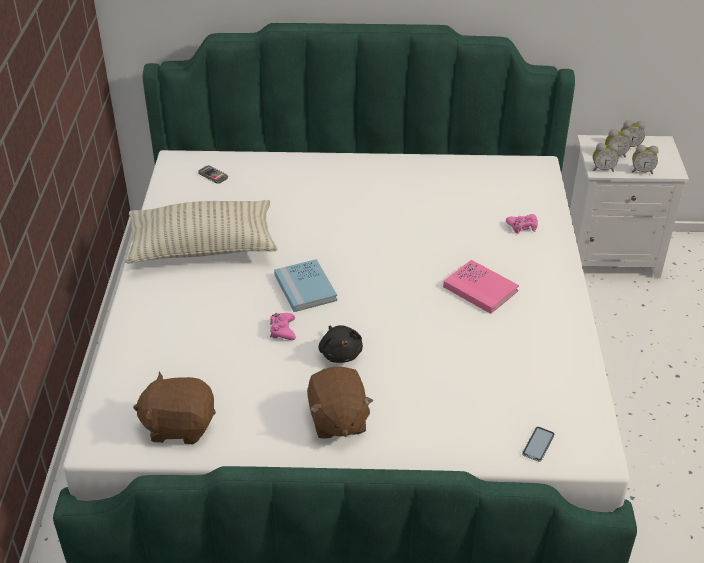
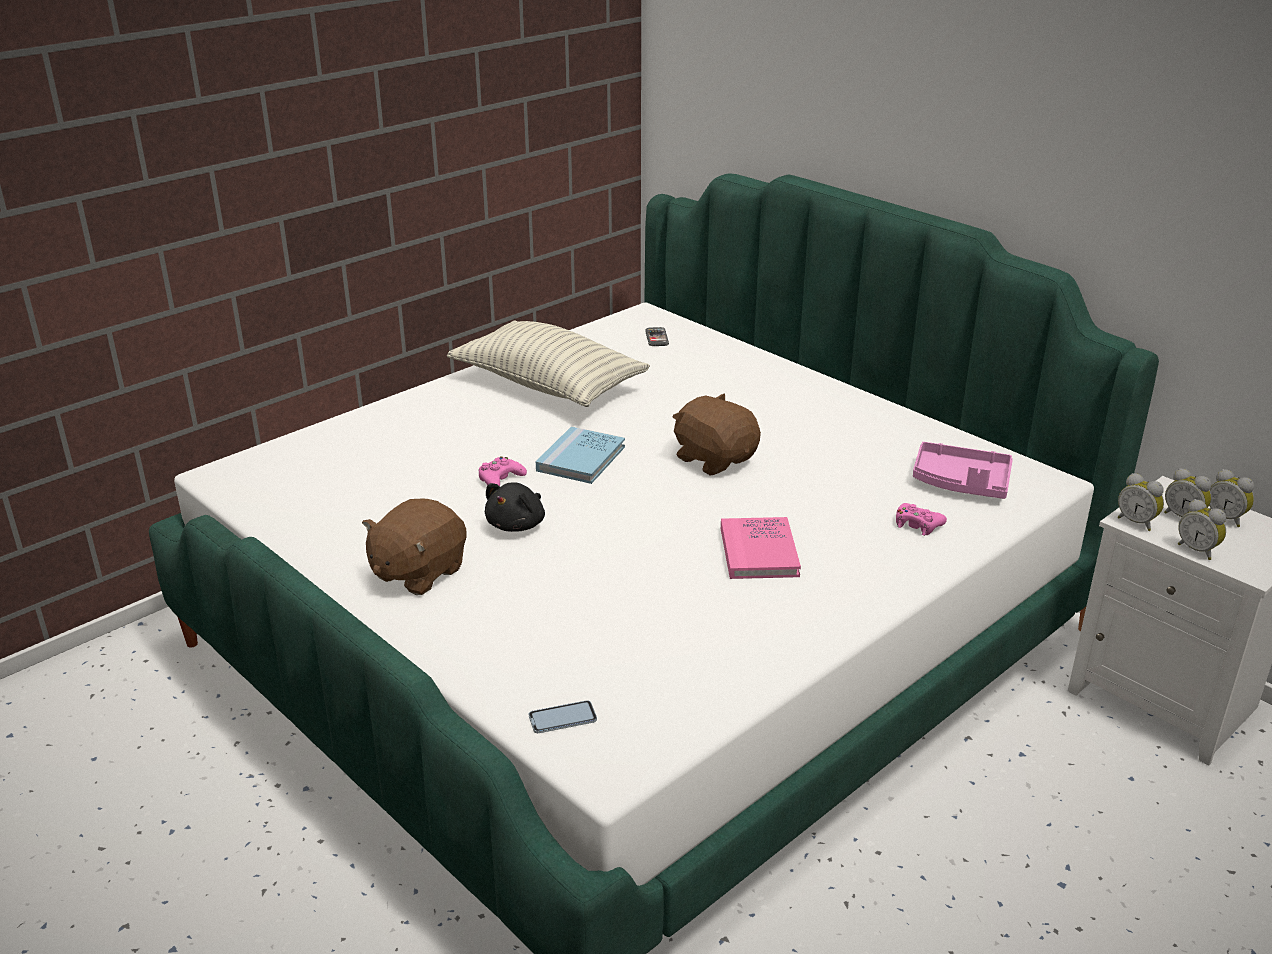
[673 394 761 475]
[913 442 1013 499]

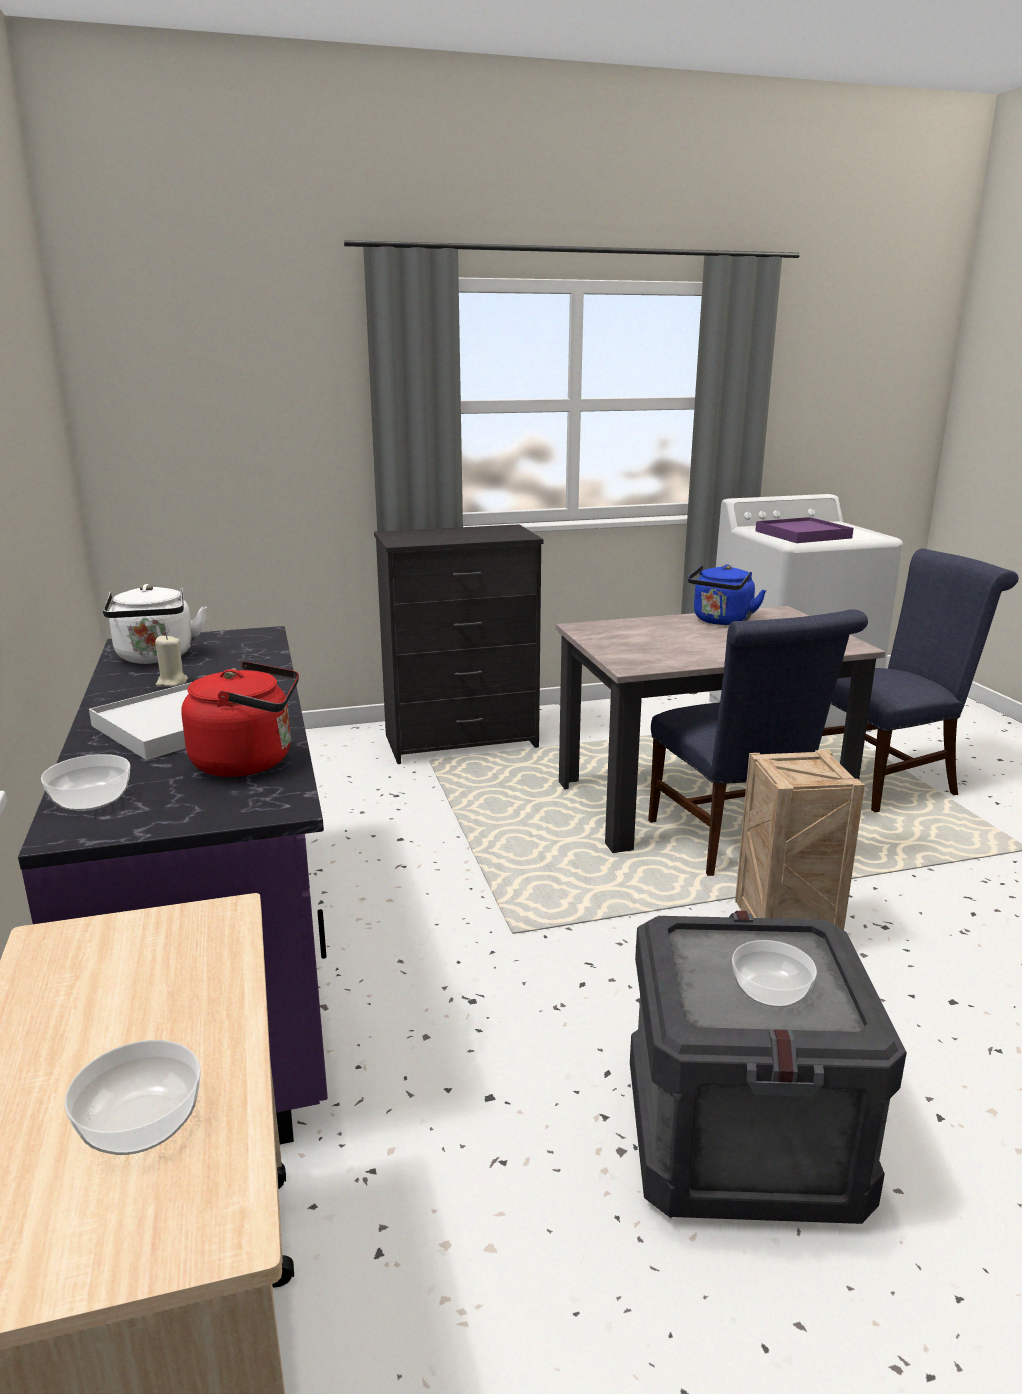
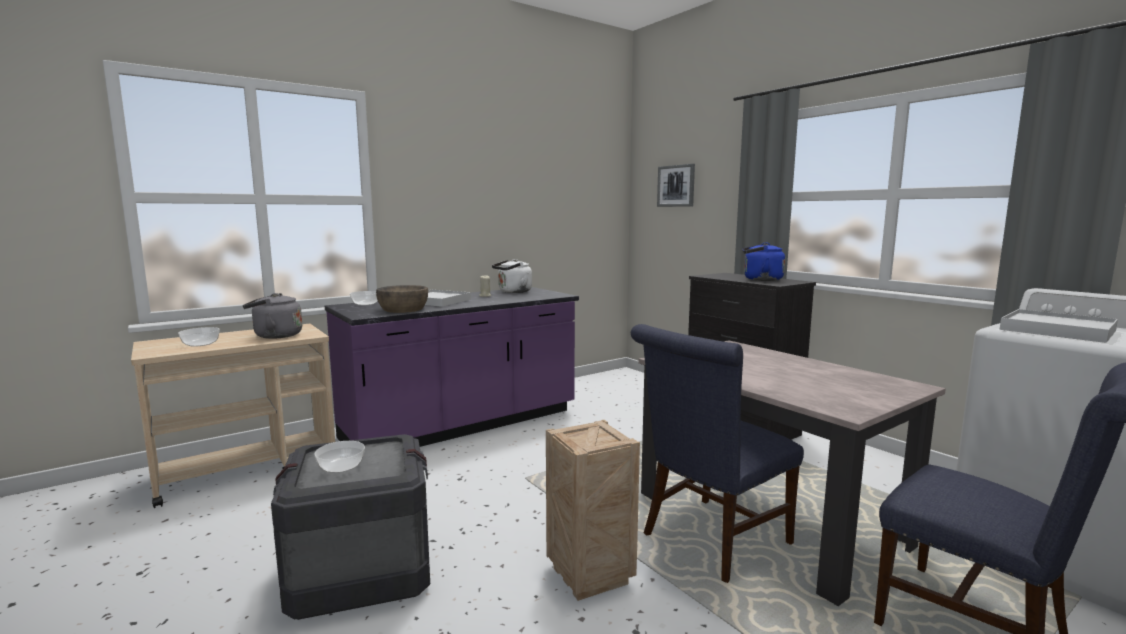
[999 309 1118 343]
[742 242 785 281]
[376 285 428 313]
[657 164 695 207]
[243 293 302 339]

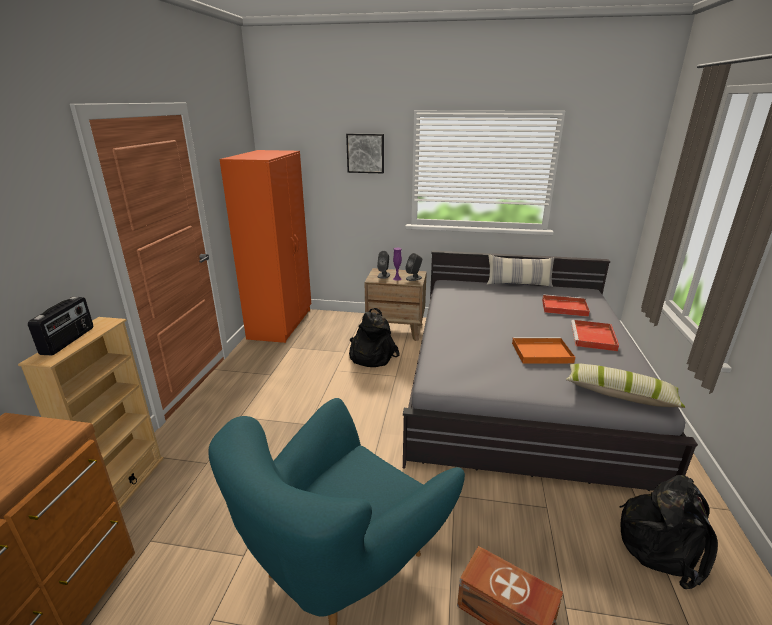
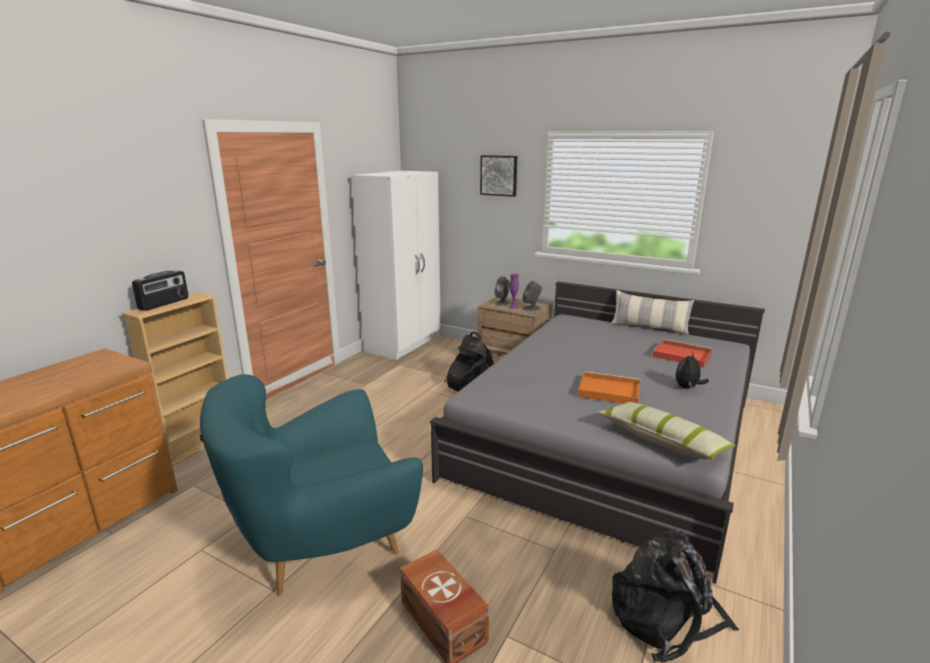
[351 171 441 360]
[675 353 709 389]

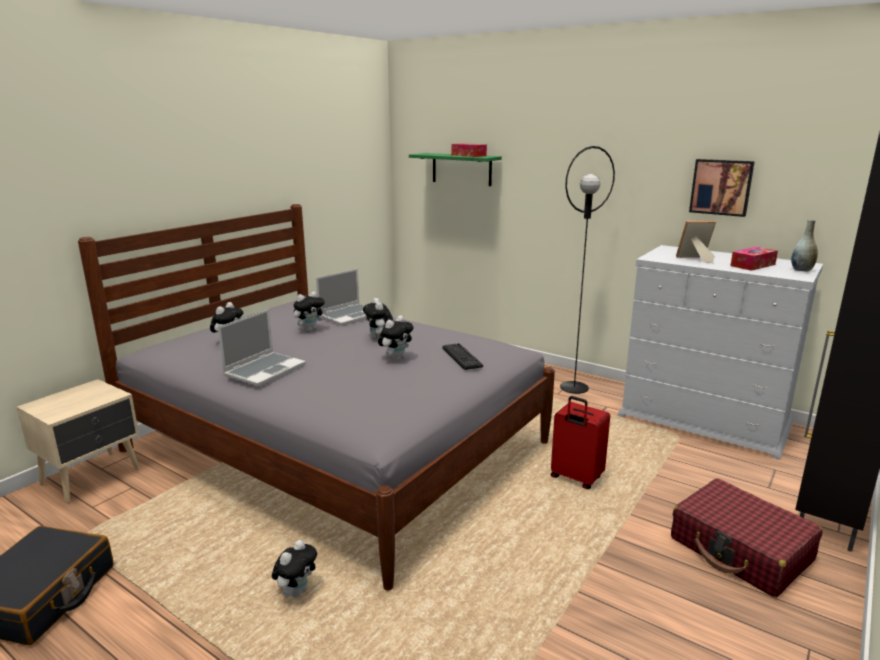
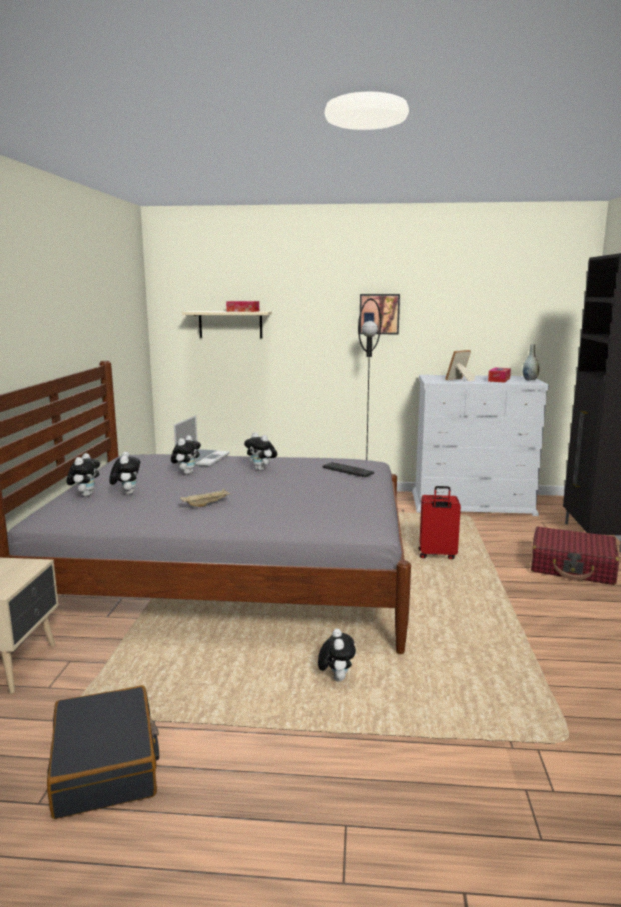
[182 311 272 338]
[360 294 400 334]
[180 489 231 507]
[67 453 100 497]

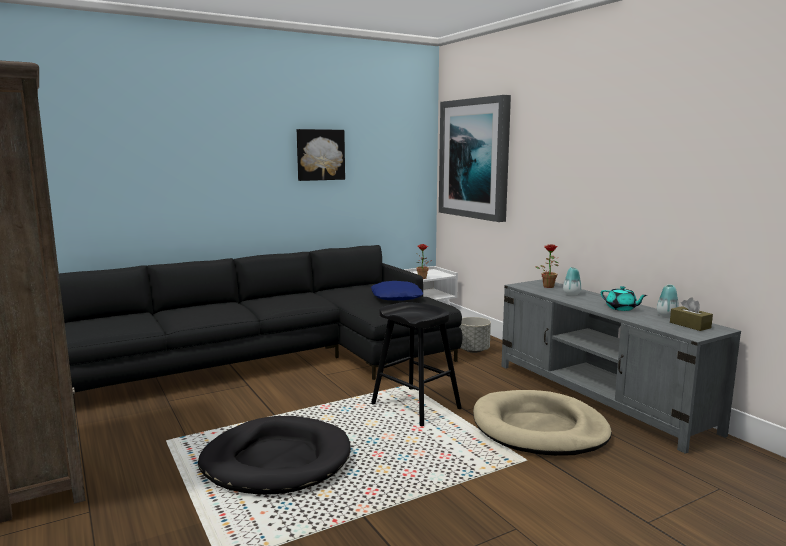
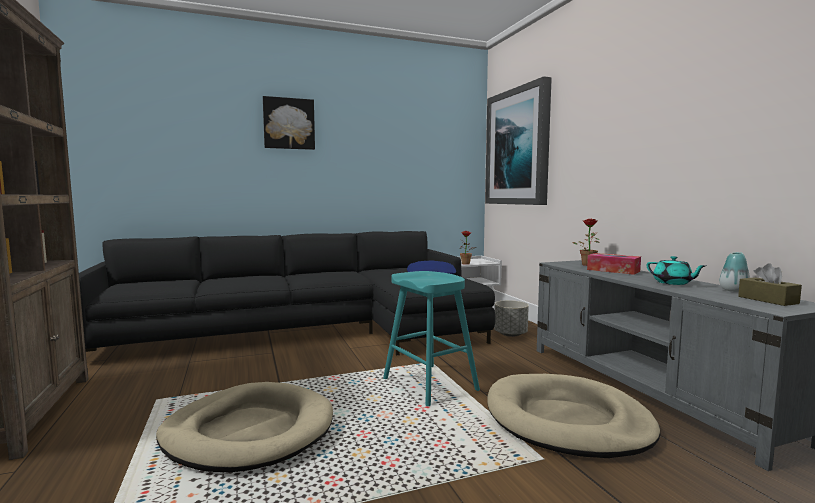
[263 96 315 150]
[587 253 641 275]
[383 271 480 406]
[156 382 333 472]

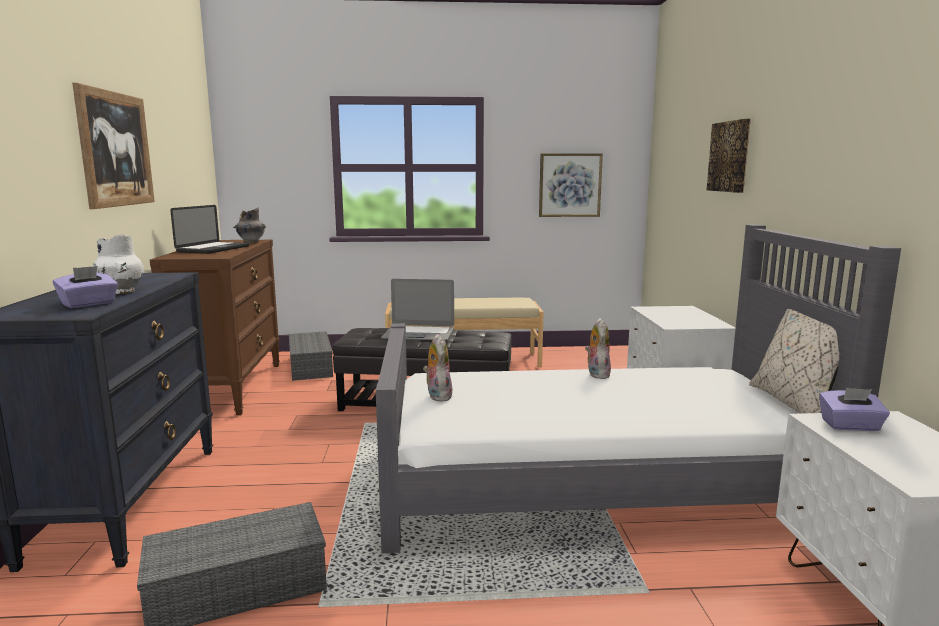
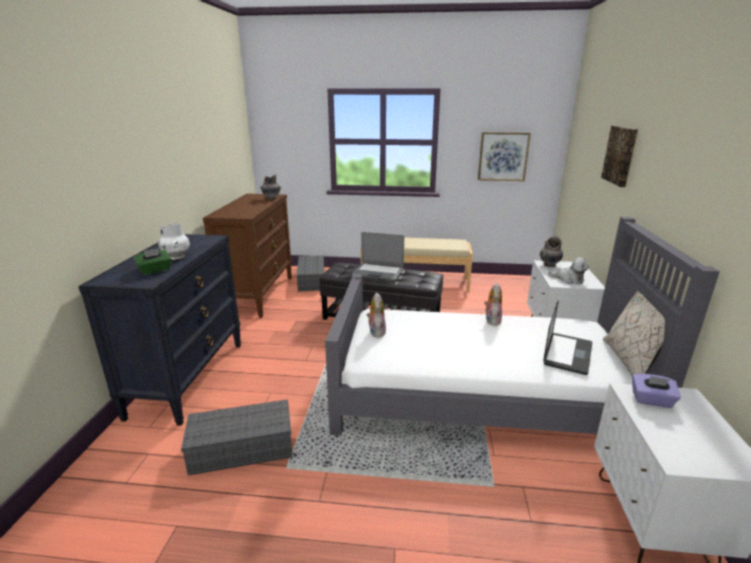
[72 83 155 209] (first image)
[543 300 592 375]
[133 248 171 275]
[540 236 563 267]
[548 257 589 285]

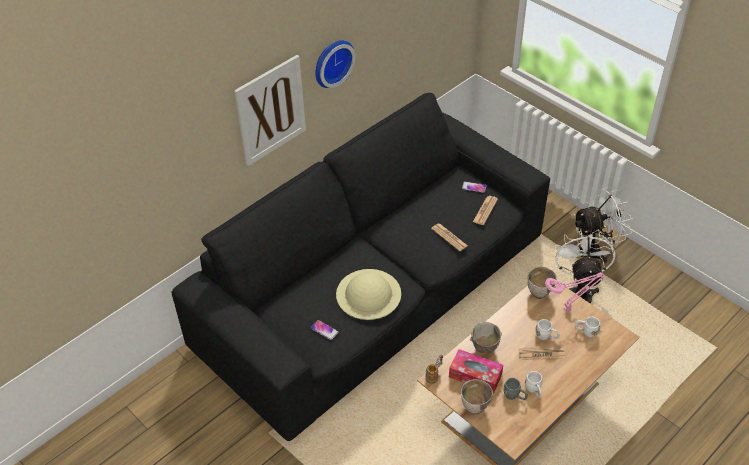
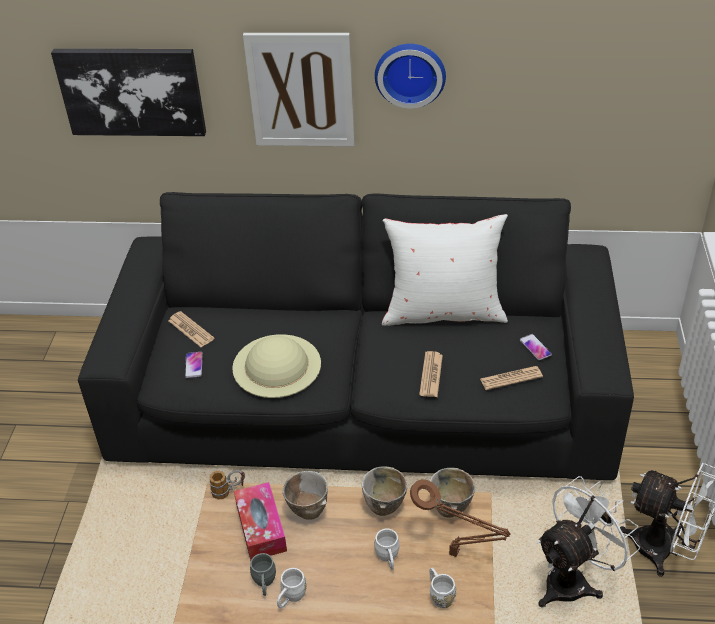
[410 479 511 557]
[168 311 214 347]
[362 466 407 516]
[51 49 206 136]
[382 214 508 326]

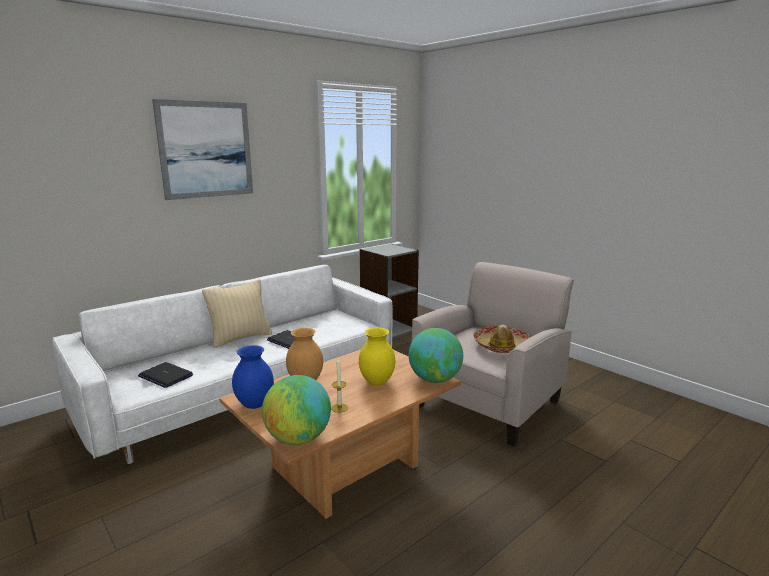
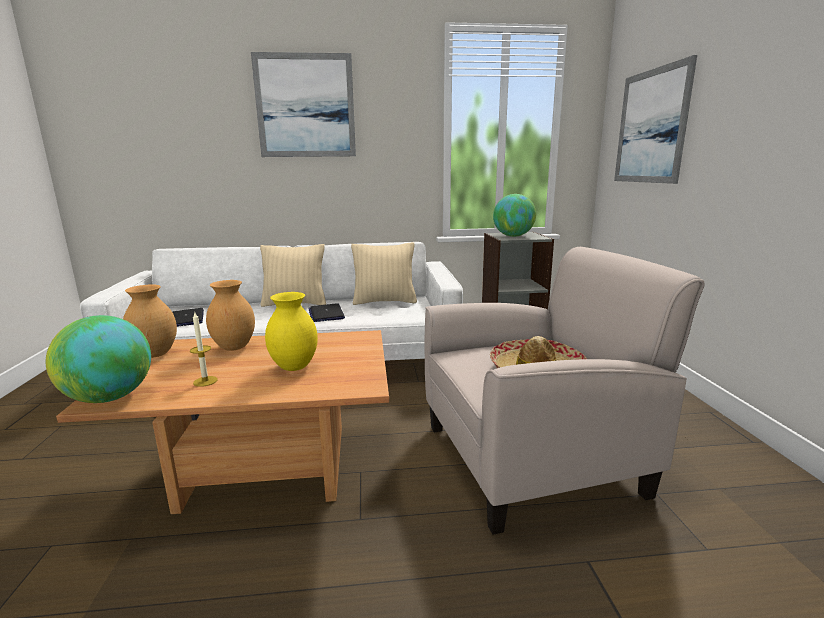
[493 194 536 237]
[123 285 177 358]
[614 55 697 184]
[351 242 417 305]

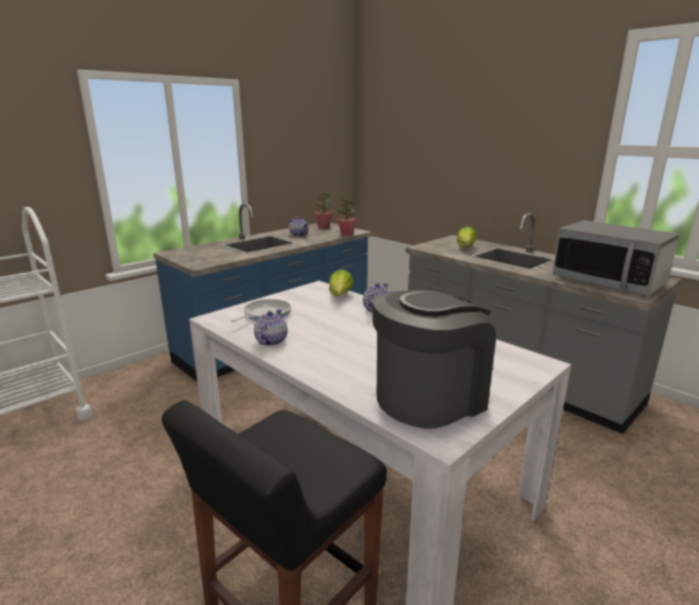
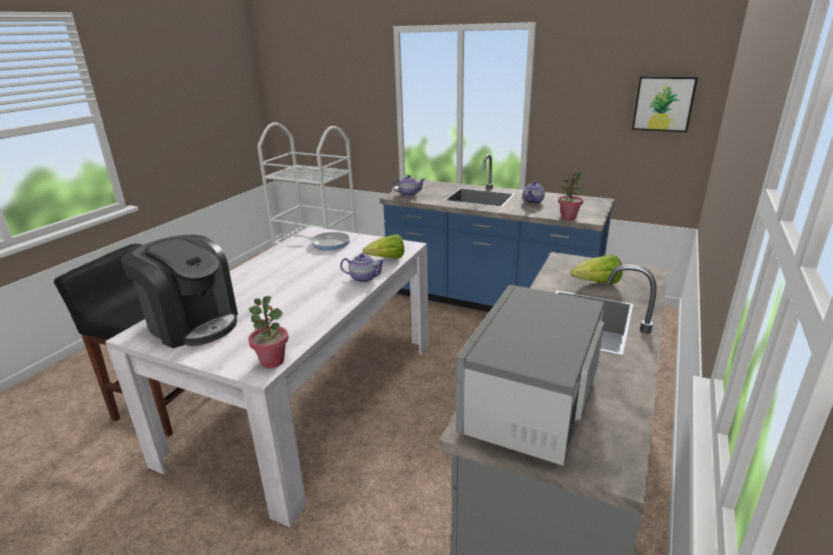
[248 296 289 368]
[392 175 425 196]
[632 76 698 132]

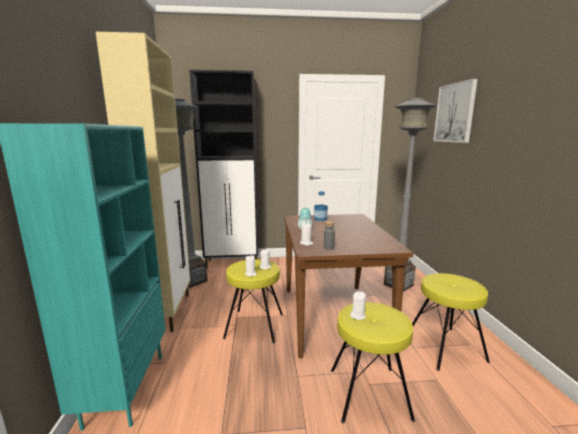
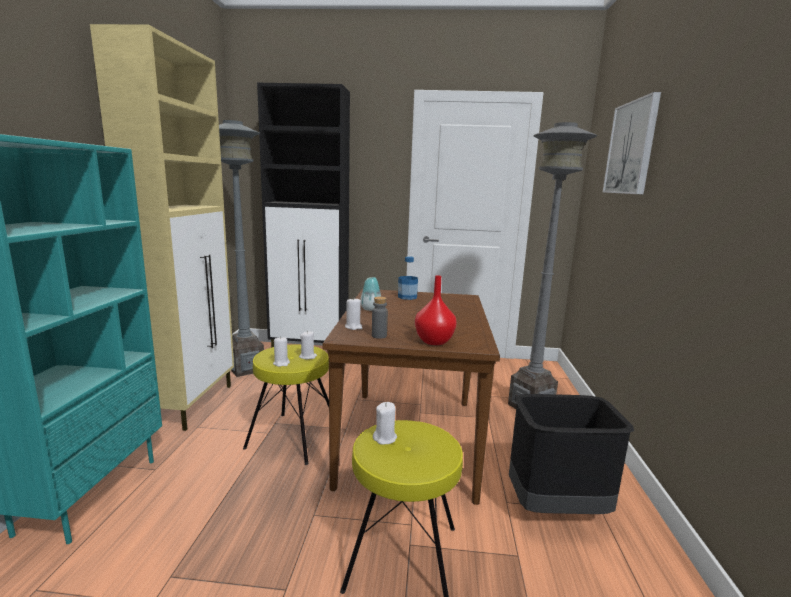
[509 394 634 514]
[415 275 457 345]

